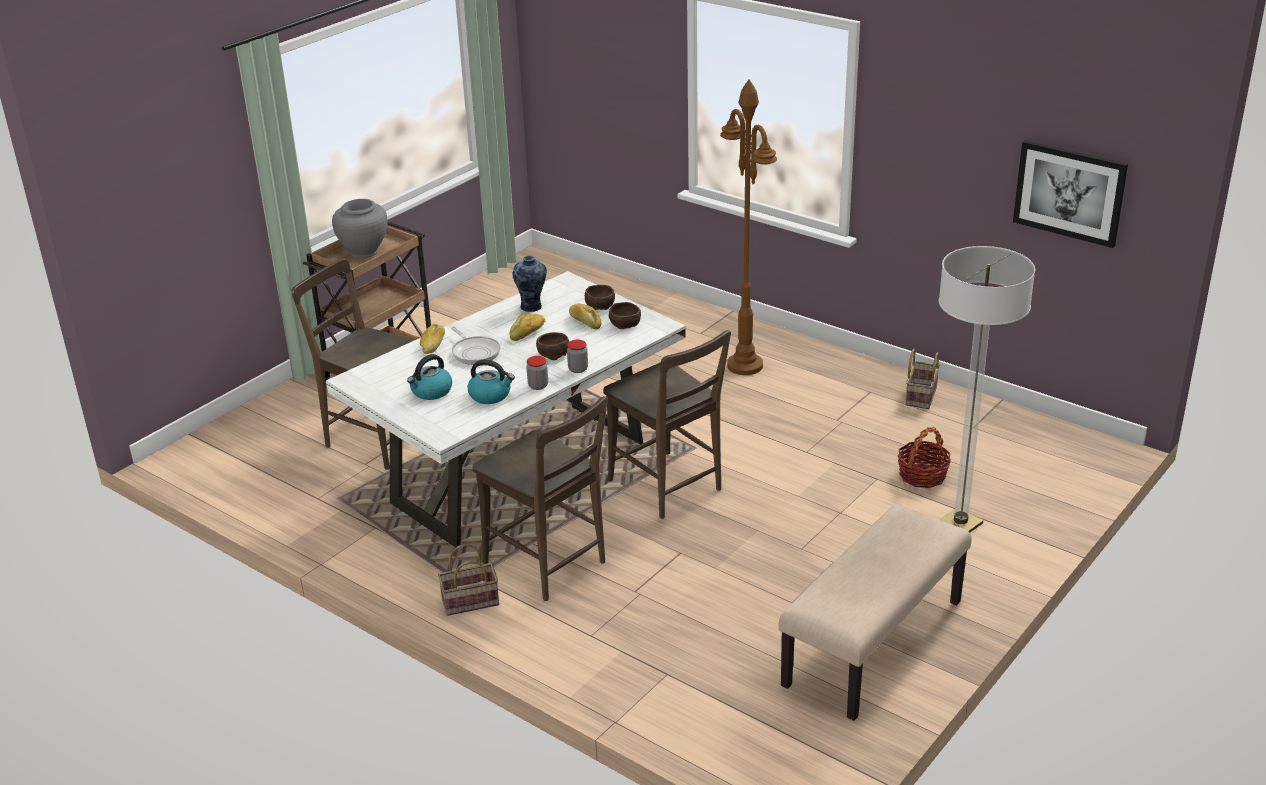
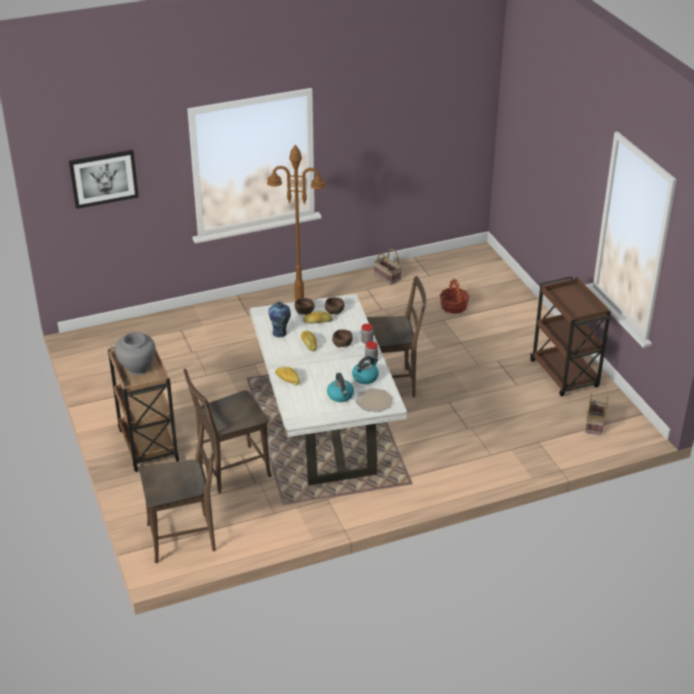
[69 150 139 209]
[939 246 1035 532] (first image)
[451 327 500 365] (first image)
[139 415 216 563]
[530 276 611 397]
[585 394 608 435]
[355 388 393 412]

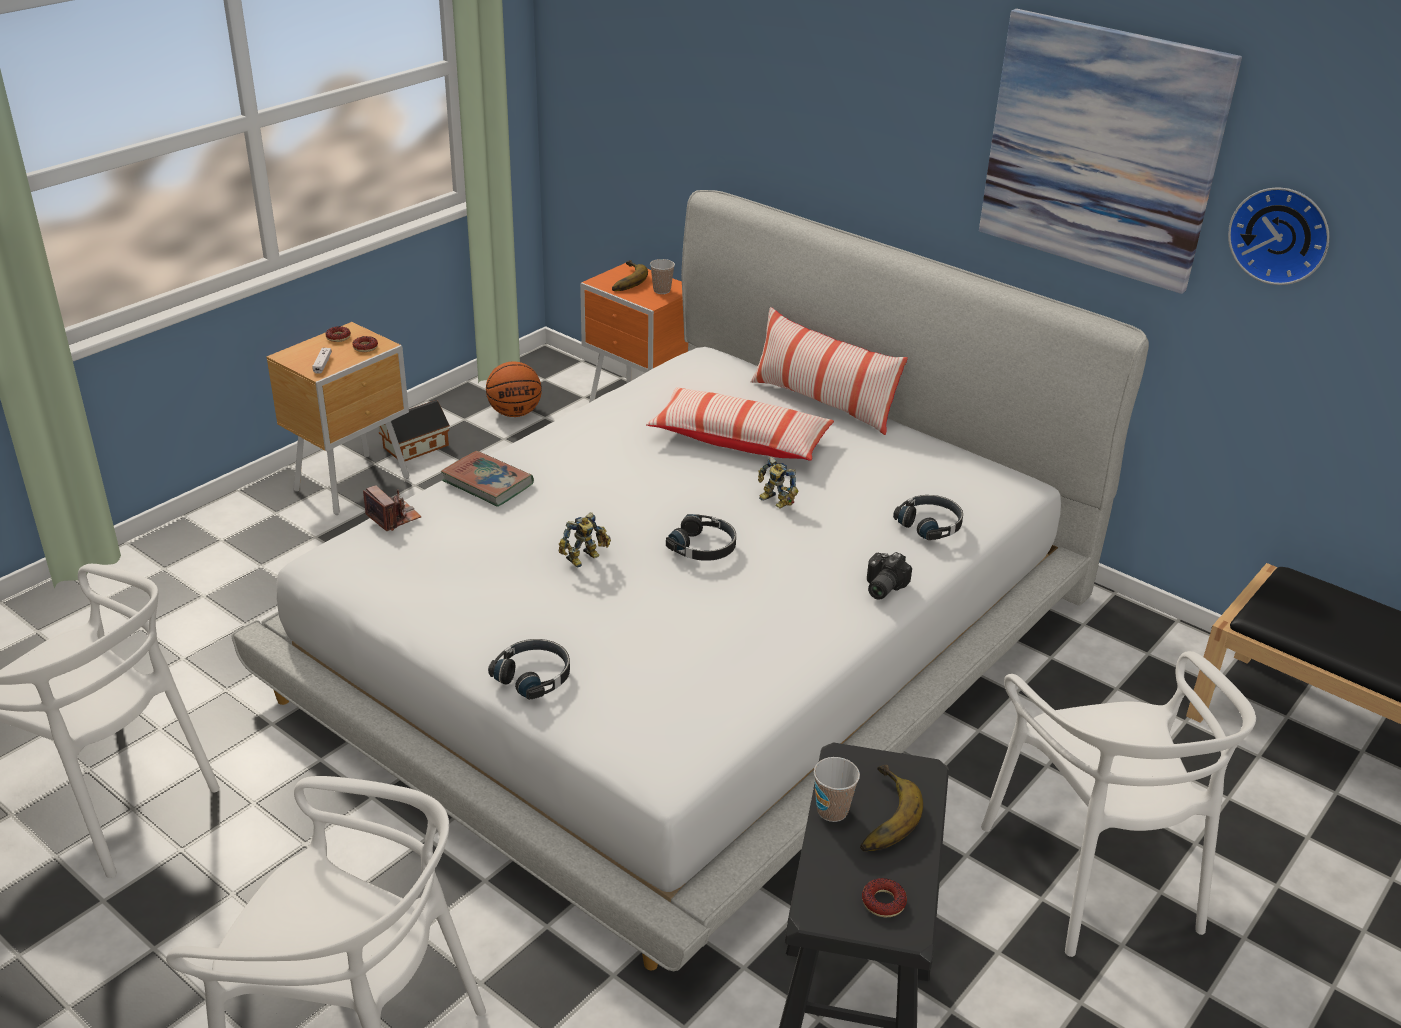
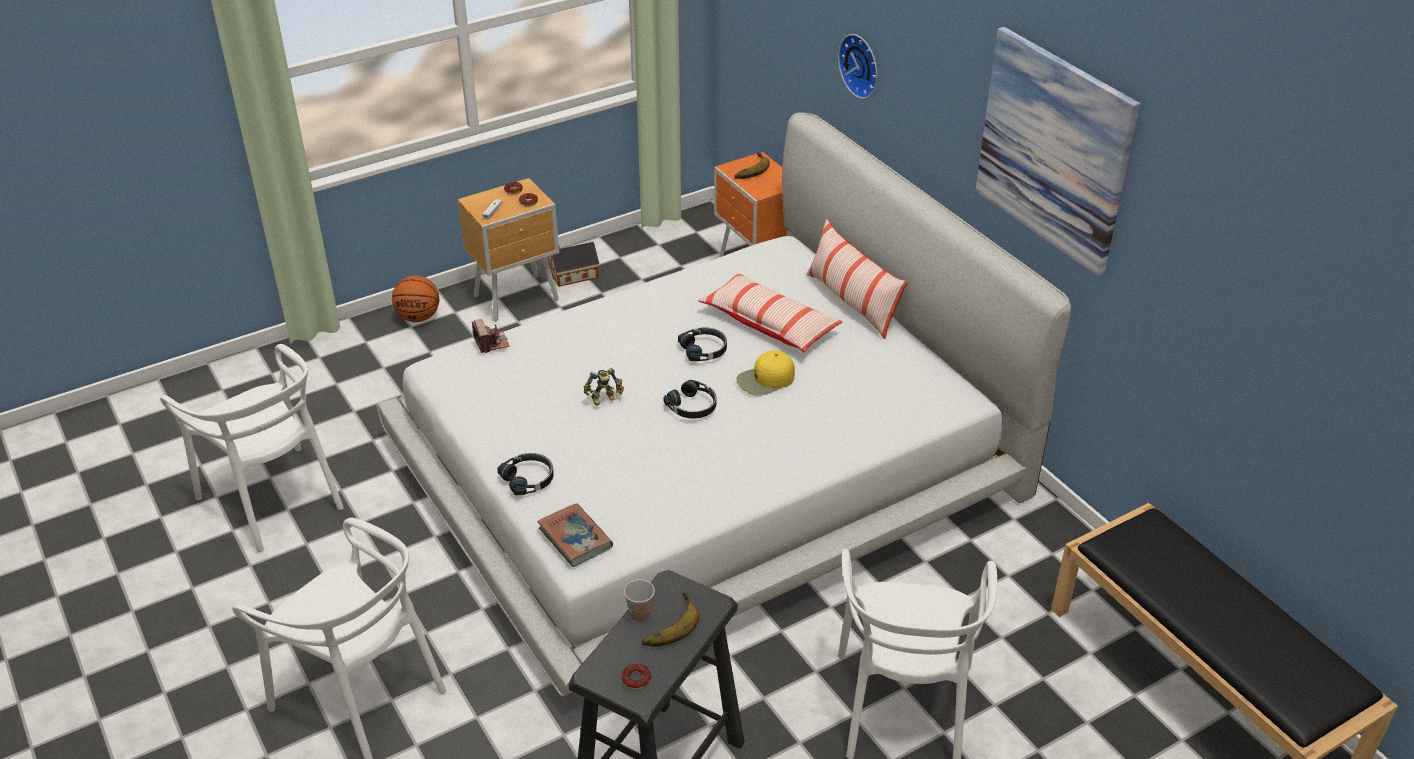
[838 34 878 99]
[650 259 675 294] (first image)
[392 275 439 322]
[537 503 613 567]
[736 350 795 396]
[678 327 727 361]
[867 552 912 600] (first image)

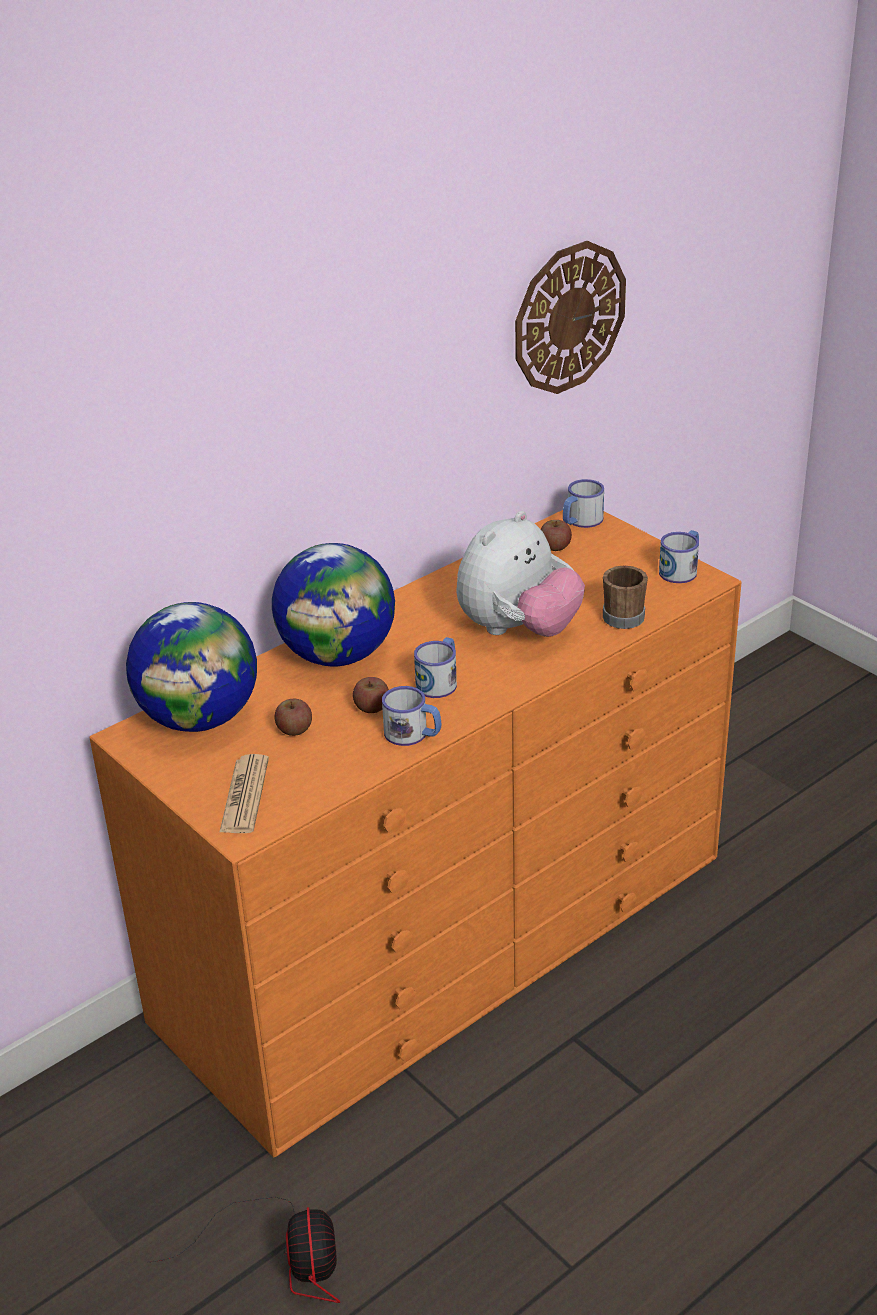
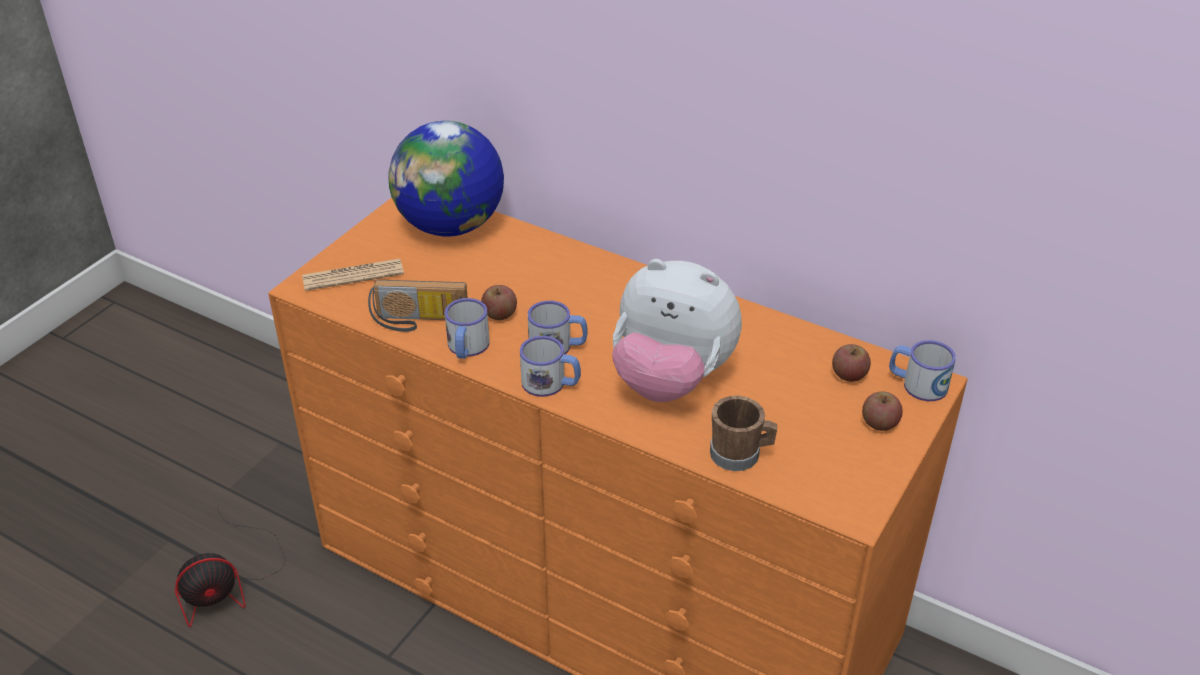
[515 241 626 394] (first image)
[520 336 581 397]
[272 543 395 666] (first image)
[862 391 903 431]
[368 280 468 332]

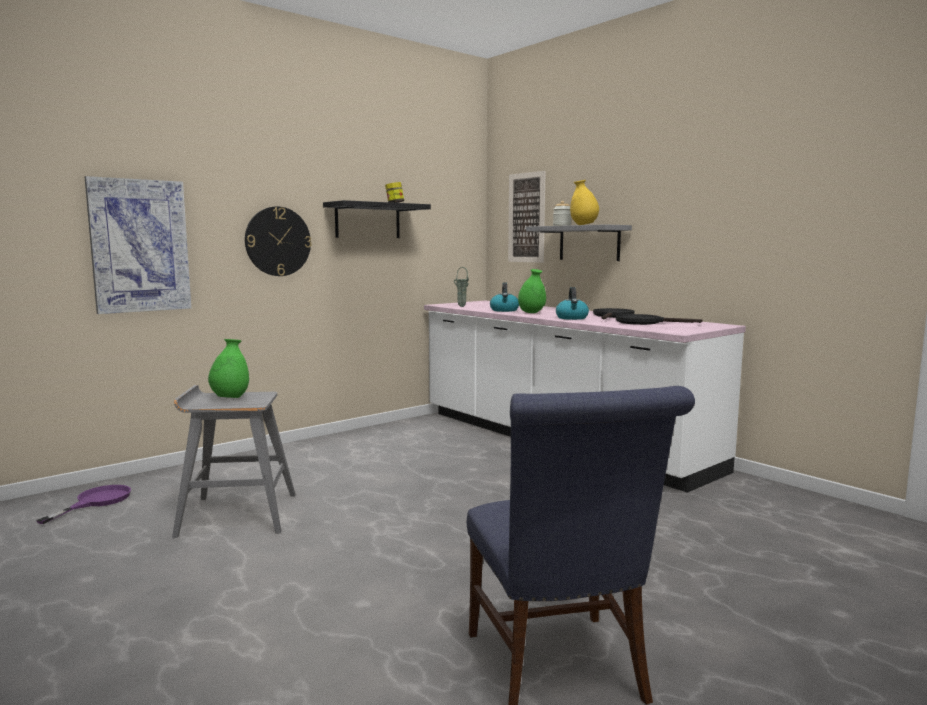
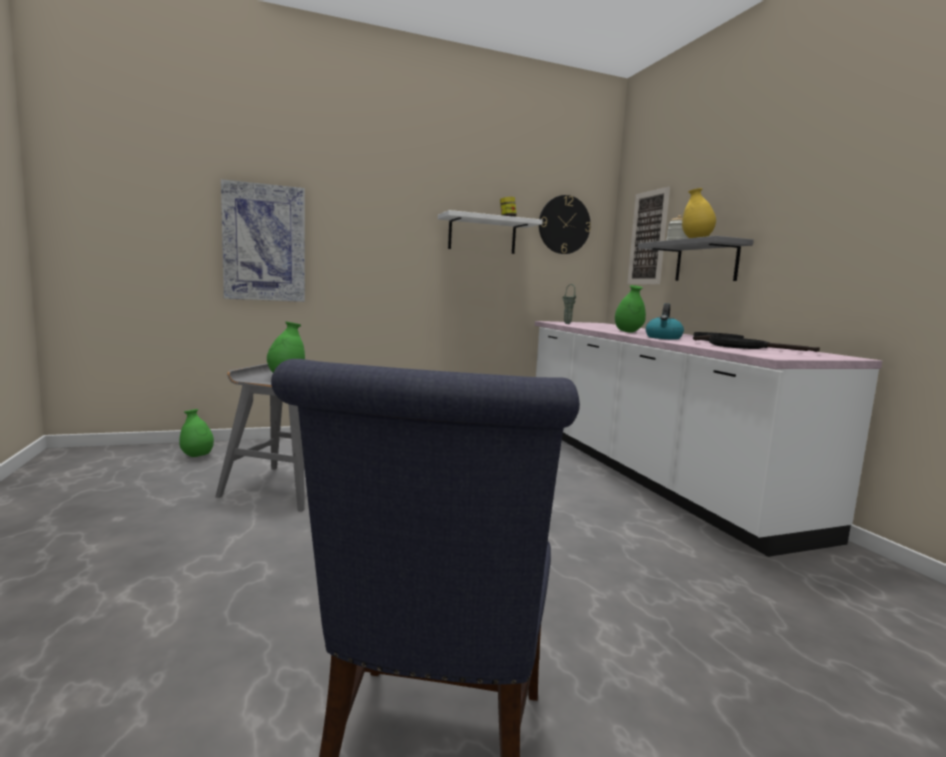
[438 210 543 254]
[539 195 591 254]
[490 282 519 312] (first image)
[179 409 214 457]

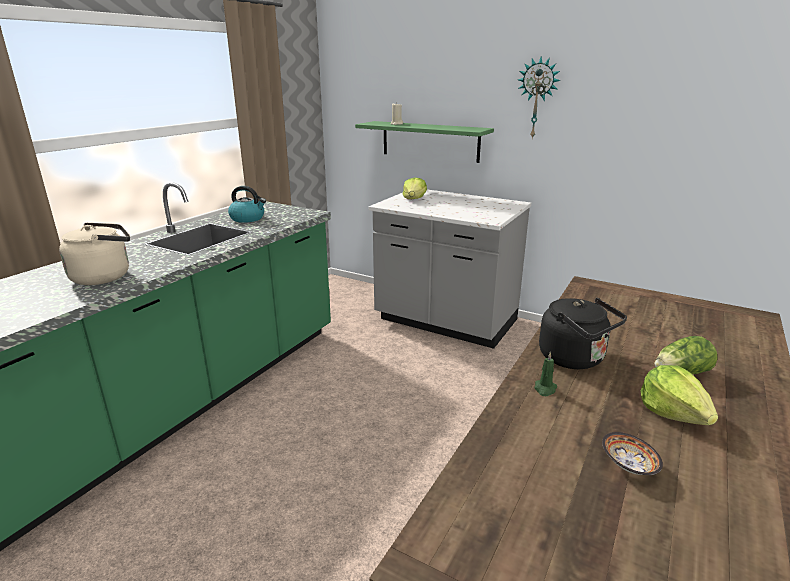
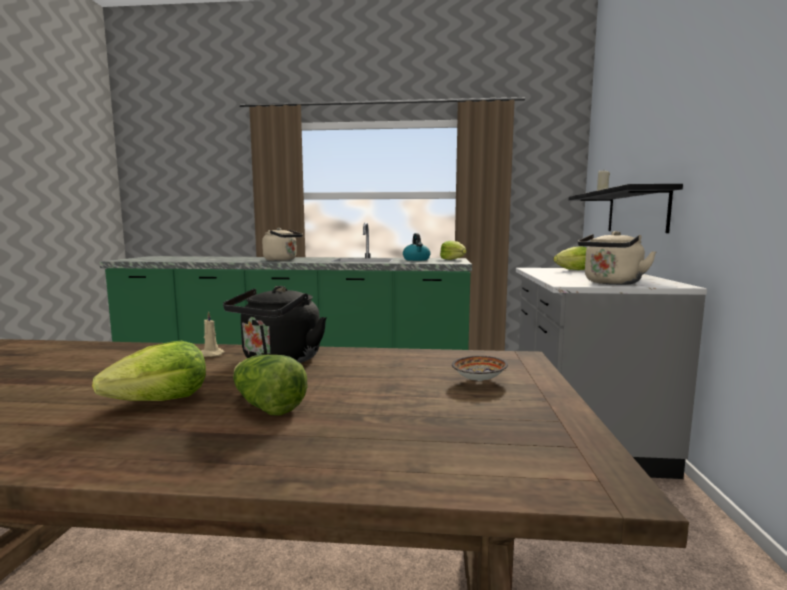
[518 57 561 139] (first image)
[569 184 683 233]
[201 311 225 357]
[452 356 508 381]
[578 231 657 285]
[440 241 467 260]

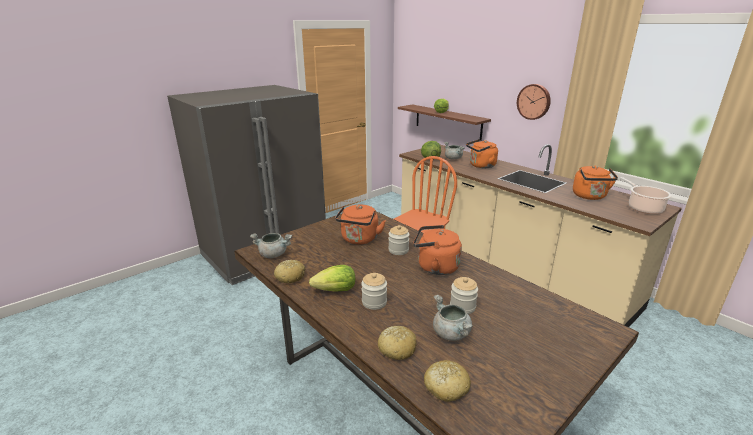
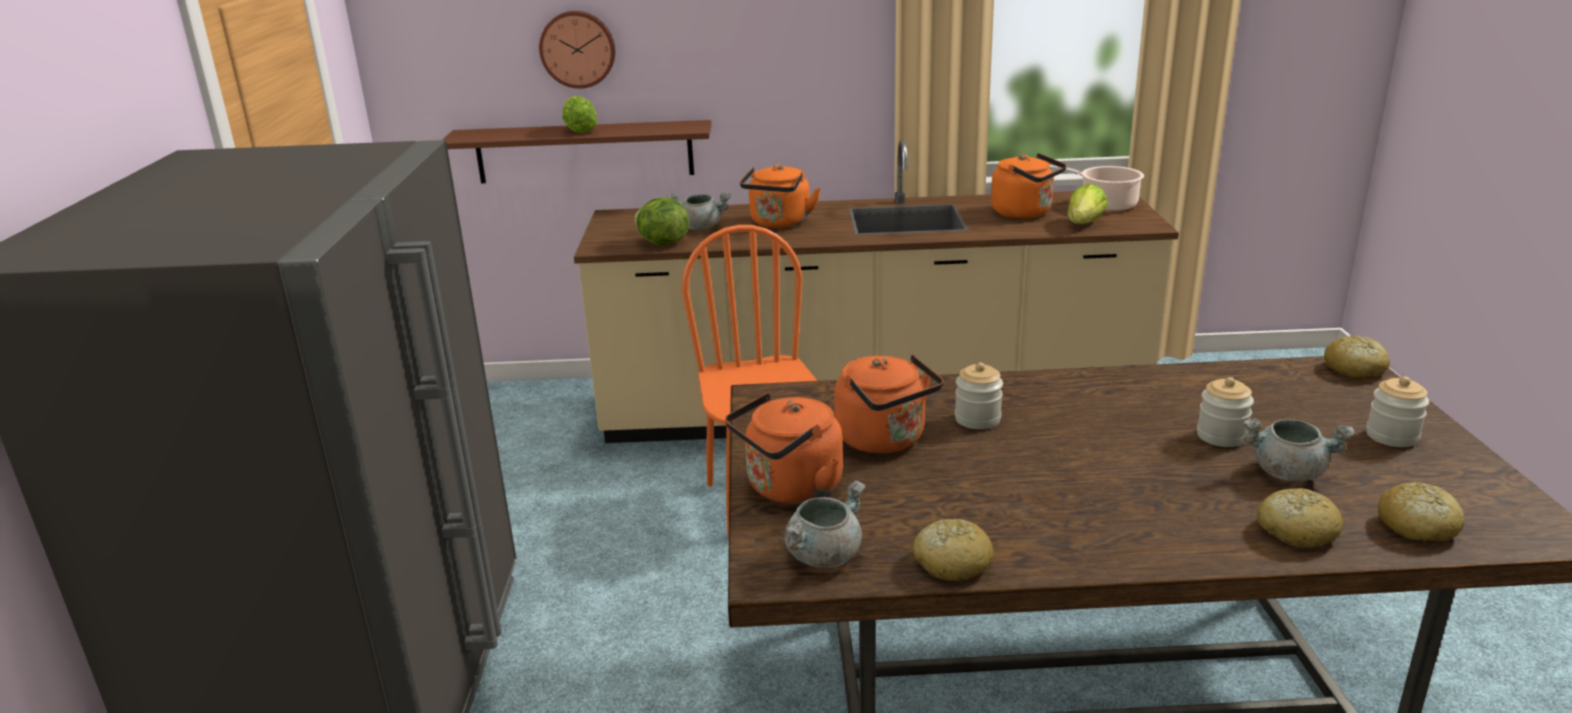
[539 11 615 89]
[725 393 843 504]
[1068 184 1108 224]
[1366 377 1429 447]
[1324 336 1390 378]

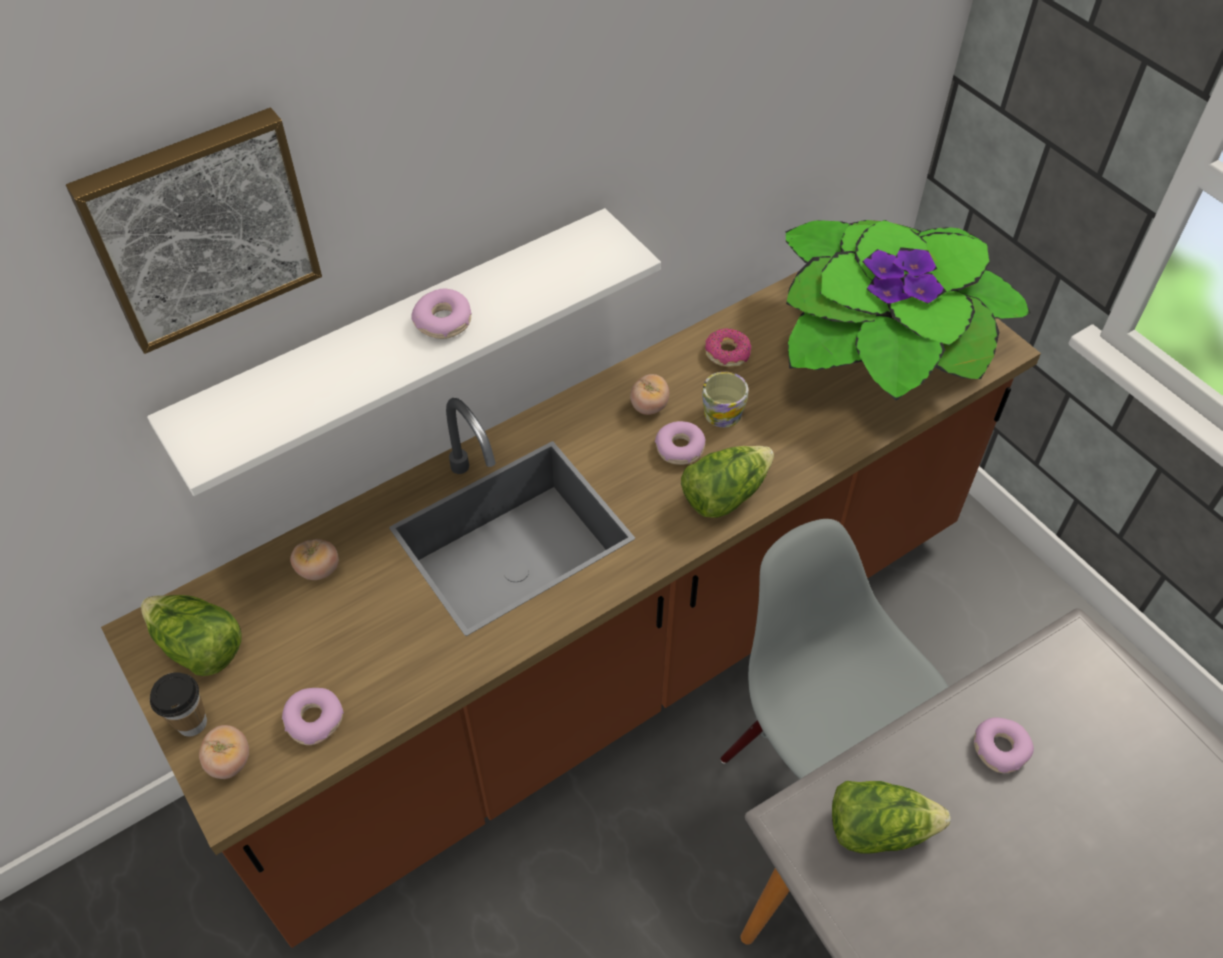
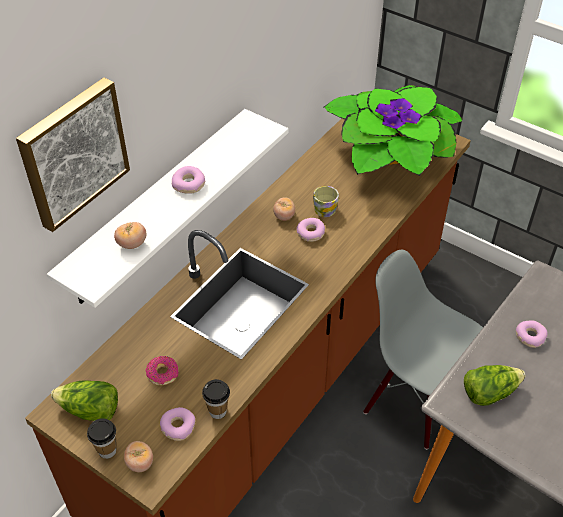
[146 356 179 385]
[681 446 774 518] (first image)
[114 222 146 249]
[202 379 230 419]

